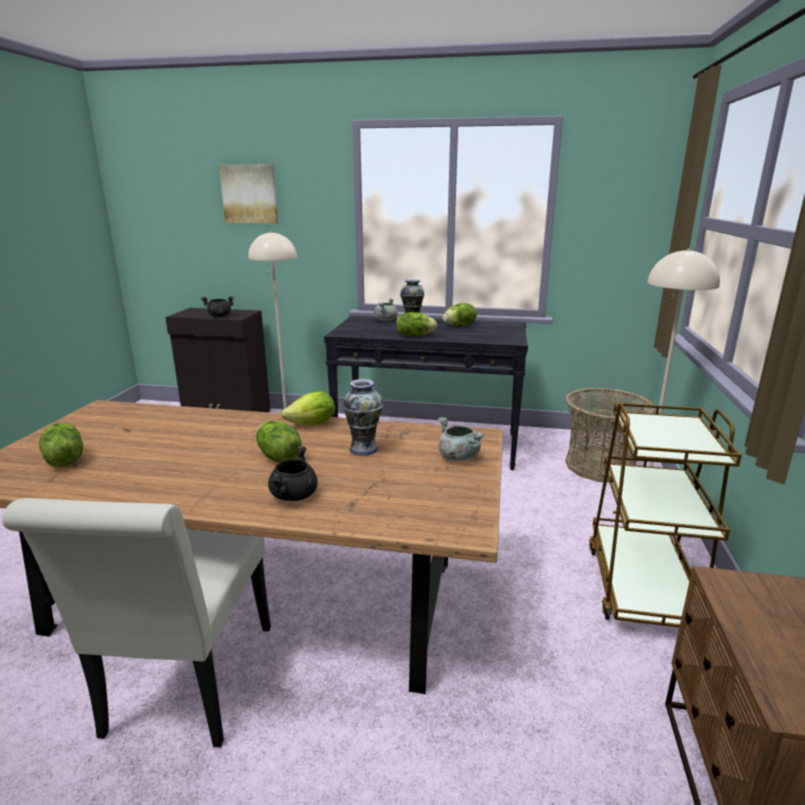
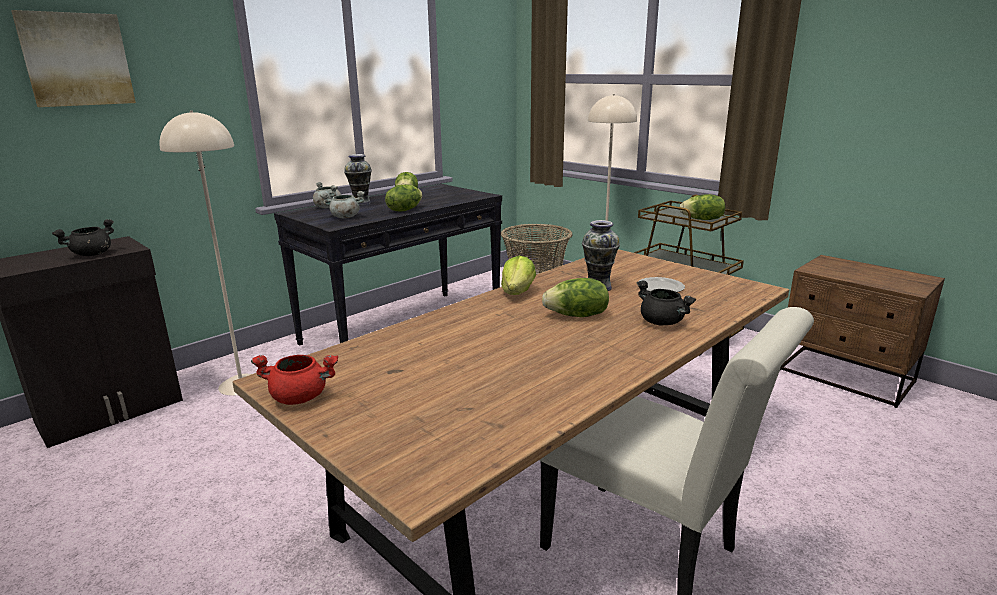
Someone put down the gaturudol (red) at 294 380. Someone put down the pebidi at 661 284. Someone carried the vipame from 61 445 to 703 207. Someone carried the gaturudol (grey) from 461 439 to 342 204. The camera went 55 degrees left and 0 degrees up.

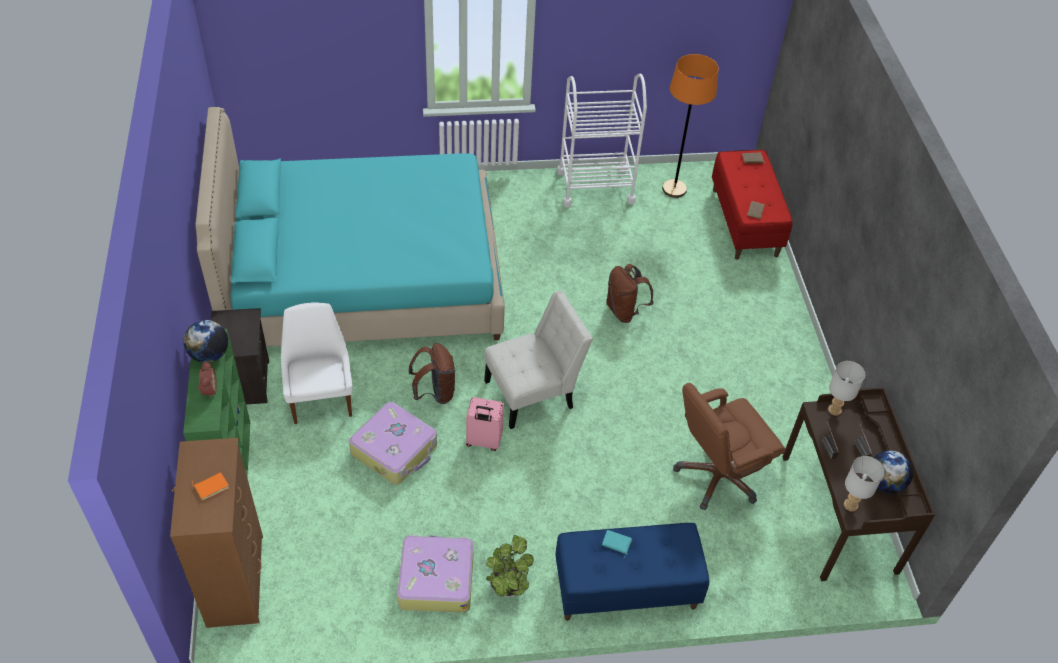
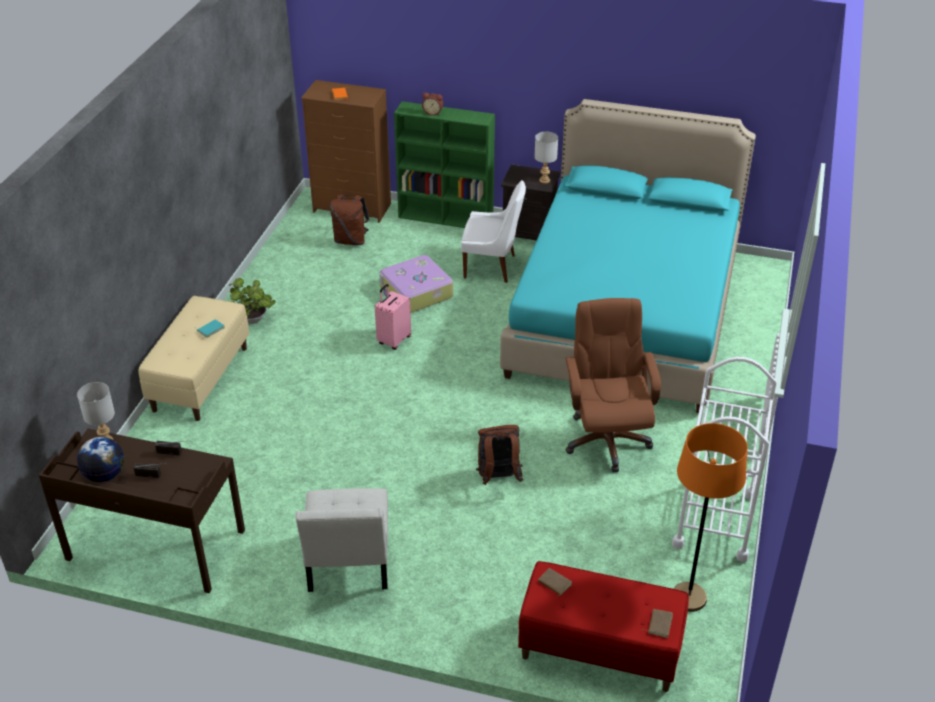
Someone took away the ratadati at 205 341. Someone took away the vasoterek at 435 574. Someone carried the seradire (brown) from 432 373 to 349 219. Someone carried the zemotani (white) from 538 359 to 341 540. Someone carried the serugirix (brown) from 729 446 to 613 385. Someone carried the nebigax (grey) from 846 388 to 546 158. Someone repainted the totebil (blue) at 632 572, which became the totebil (beige) at 194 358. The camera went 115 degrees right and 10 degrees down.

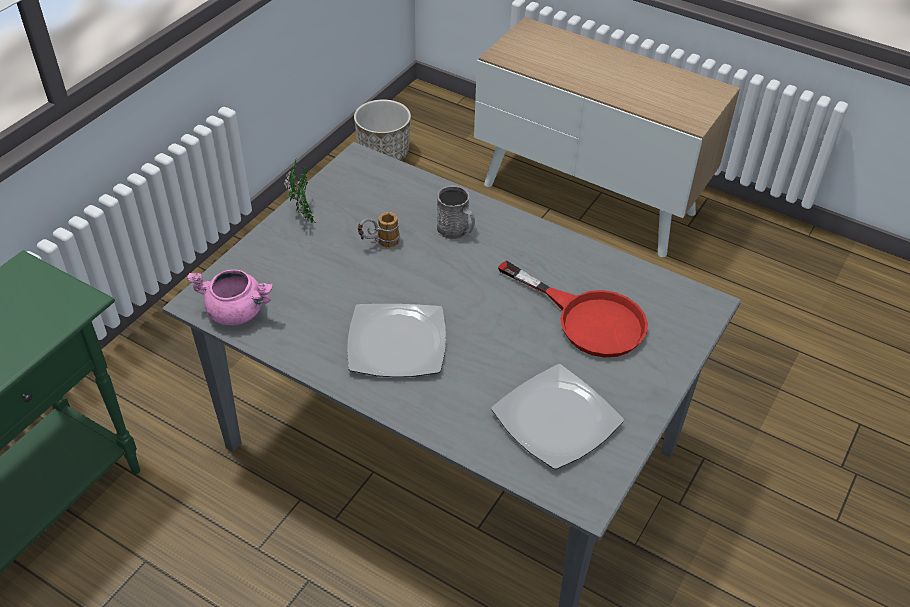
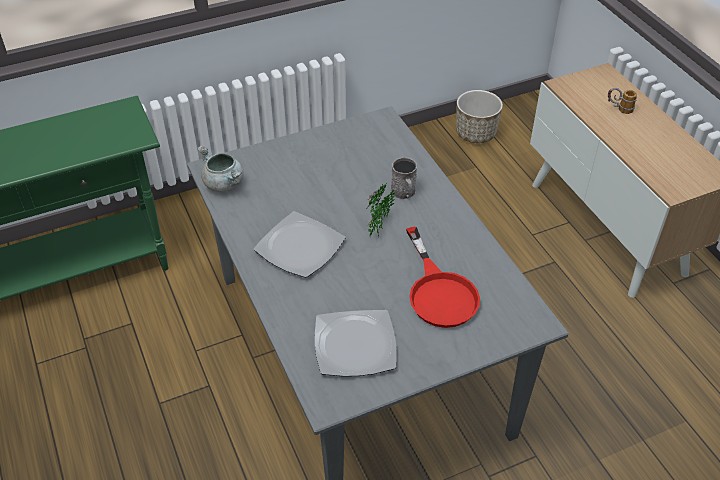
Someone carried the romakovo from 300 192 to 380 211. Someone carried the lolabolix from 379 230 to 622 101. Someone repainted the gaturudol (pink) at 230 297, which became the gaturudol (grey) at 220 169. The camera went 35 degrees right and 0 degrees up.

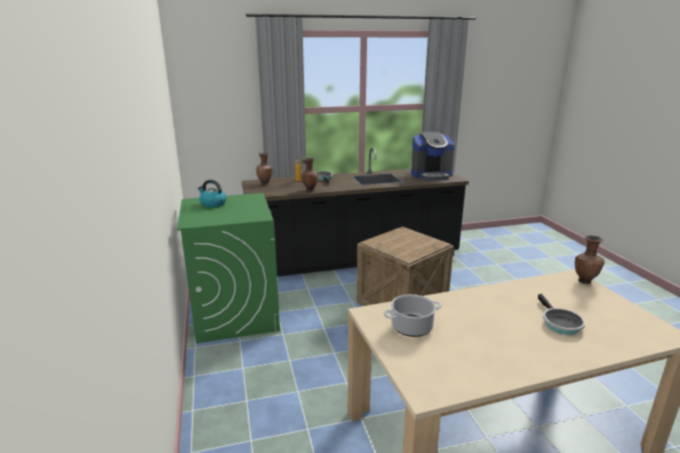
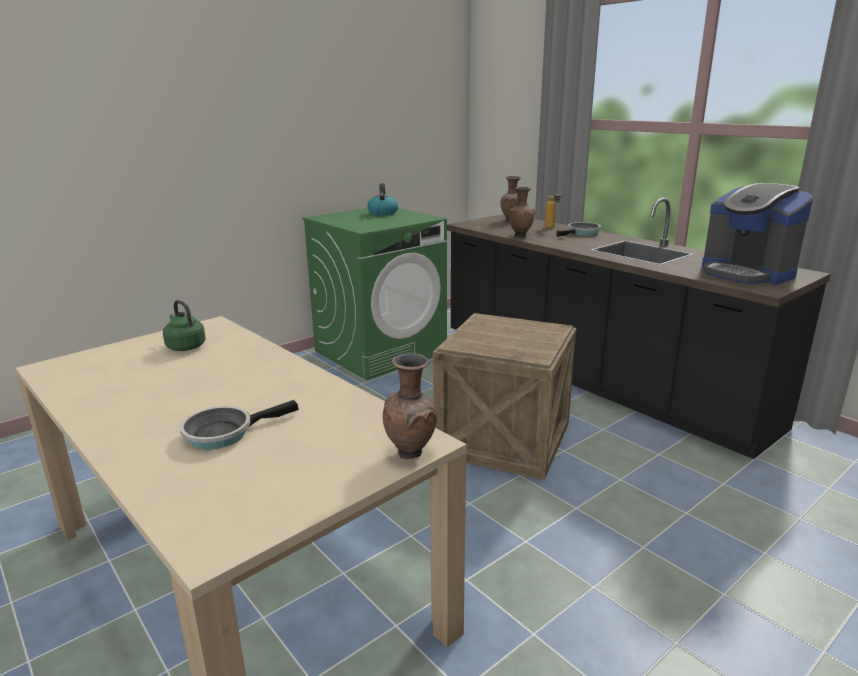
Someone swapped the gaturudol at 413 315 for the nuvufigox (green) at 184 325. The camera went 65 degrees right and 0 degrees up.

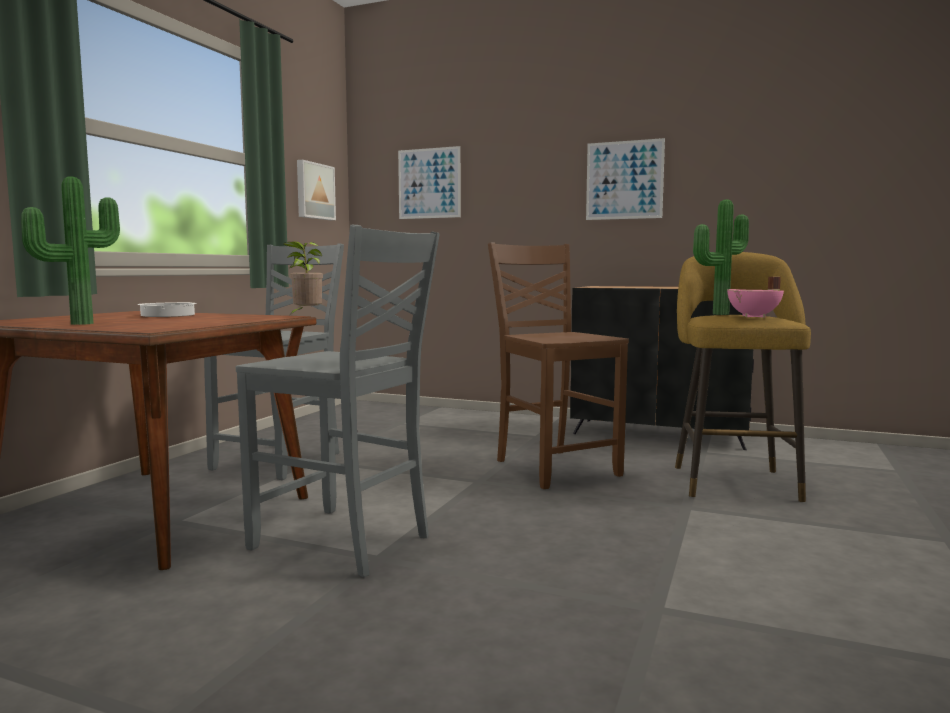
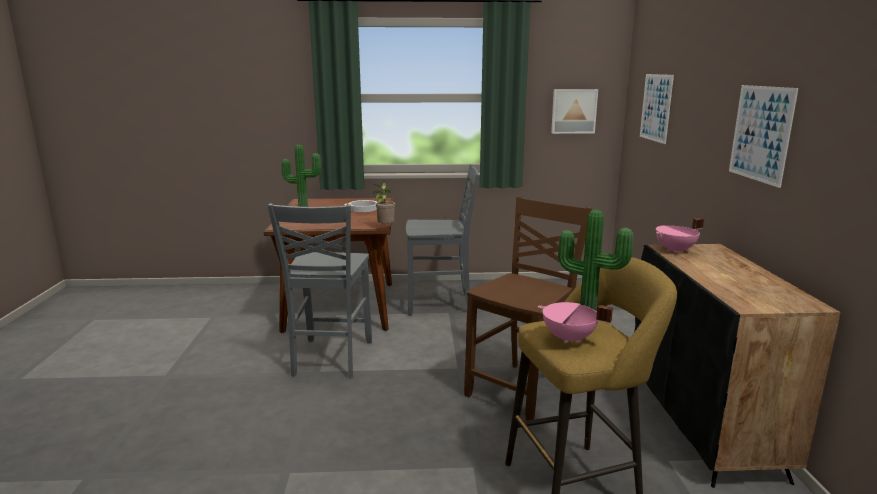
Someone put down the gaturudol (pink) at 680 235. The camera went 65 degrees right and 10 degrees up.

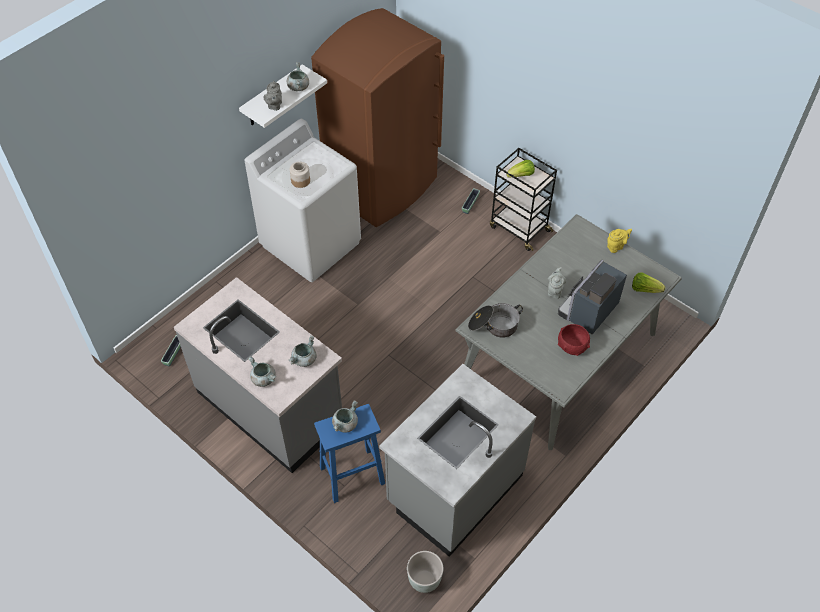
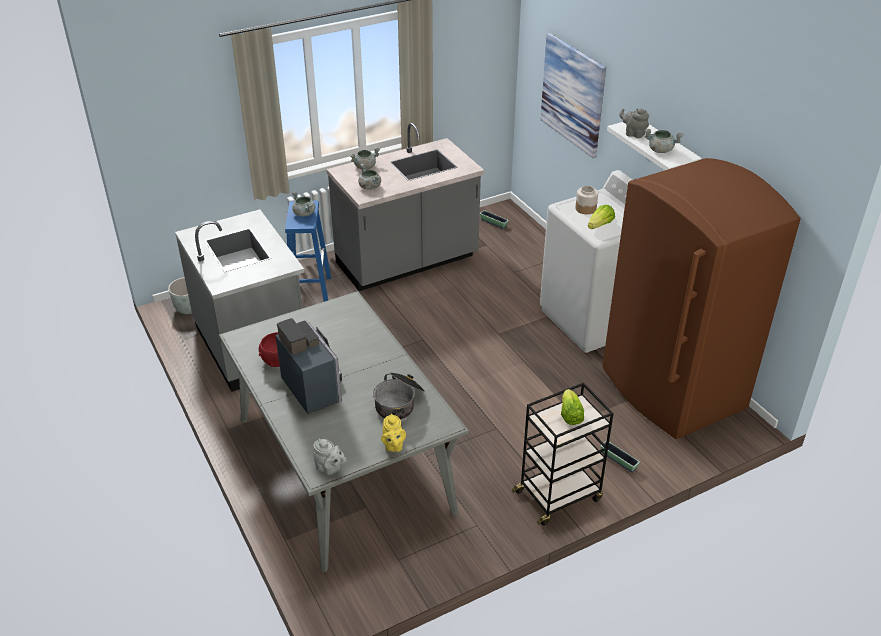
Someone put up the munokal at 573 95. Someone carried the gaturudol from 495 320 to 399 396. Someone carried the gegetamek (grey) from 557 283 to 330 457. Someone carried the vipame from 648 283 to 601 217. The camera went 110 degrees right and 15 degrees down.

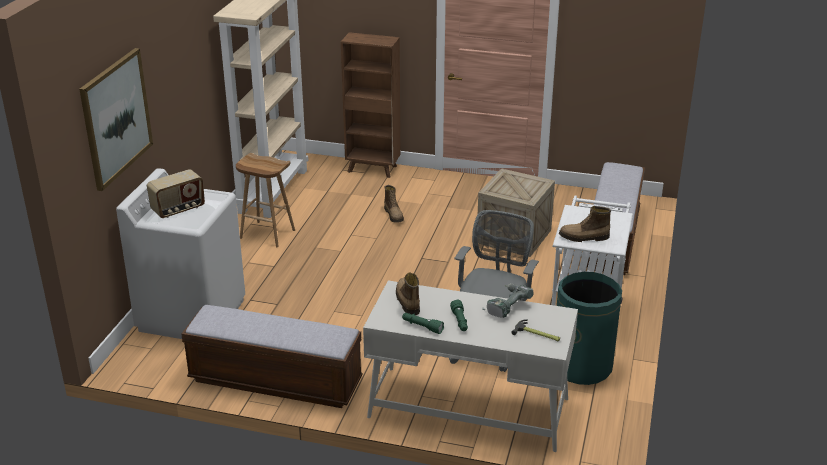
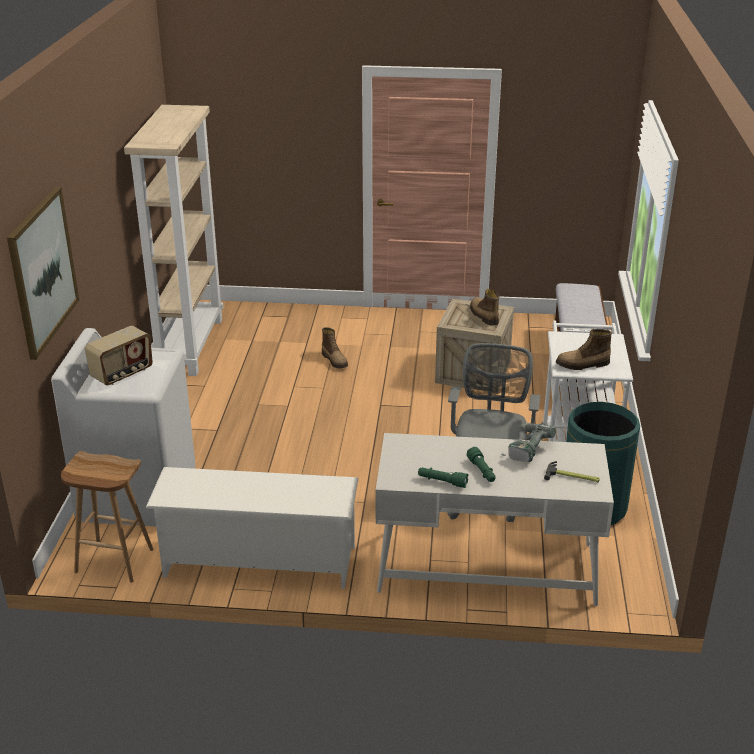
Someone took away the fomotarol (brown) at 370 105. Someone carried the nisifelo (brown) from 265 200 to 107 517. Someone carried the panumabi from 408 294 to 484 307. Someone swapped the totebil at 271 356 for the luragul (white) at 252 528. The camera went 10 degrees left and 0 degrees up.

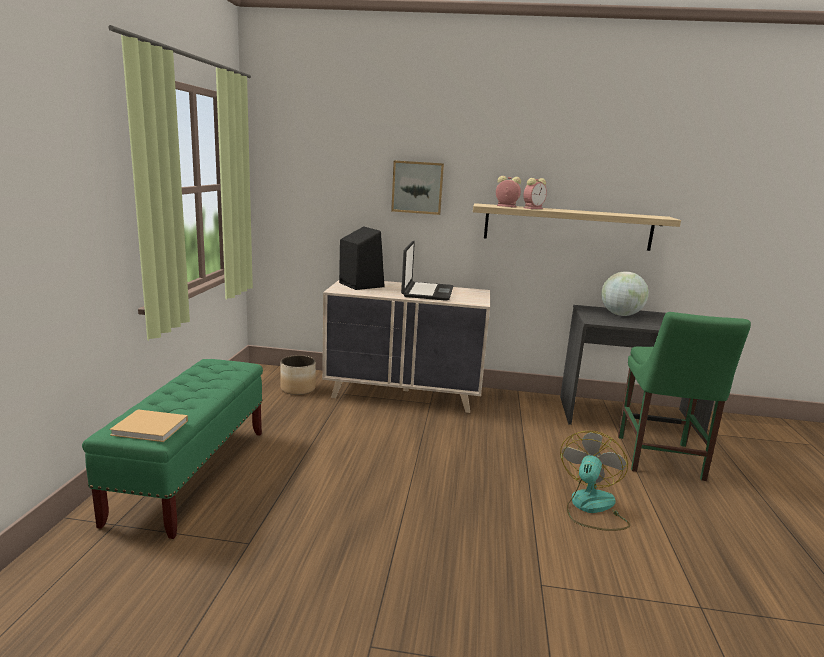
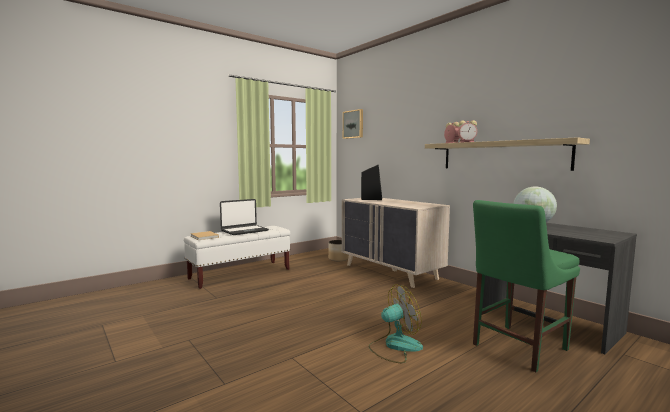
Someone carried the munokal from 417 187 to 353 124. Someone carried the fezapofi from 427 271 to 244 217. Someone repainted the totebil (green) at 172 449, which became the totebil (white) at 237 257. The camera went 45 degrees right and 10 degrees down.

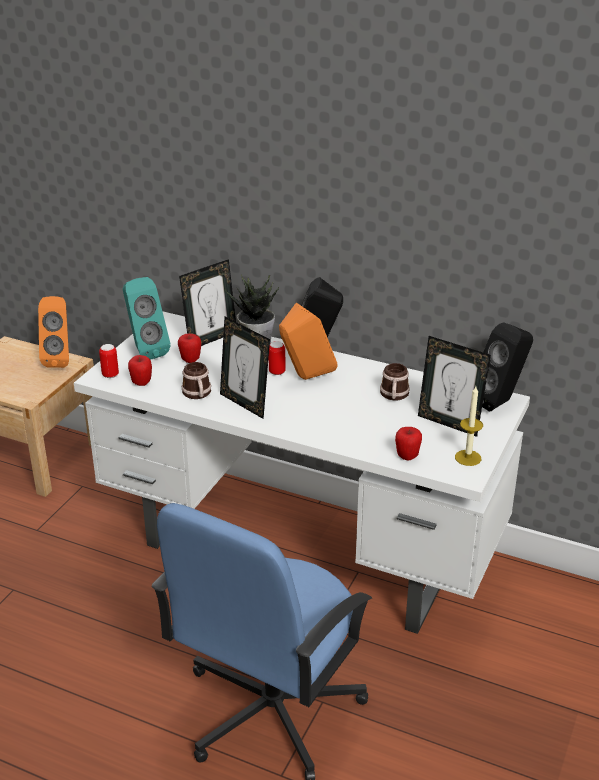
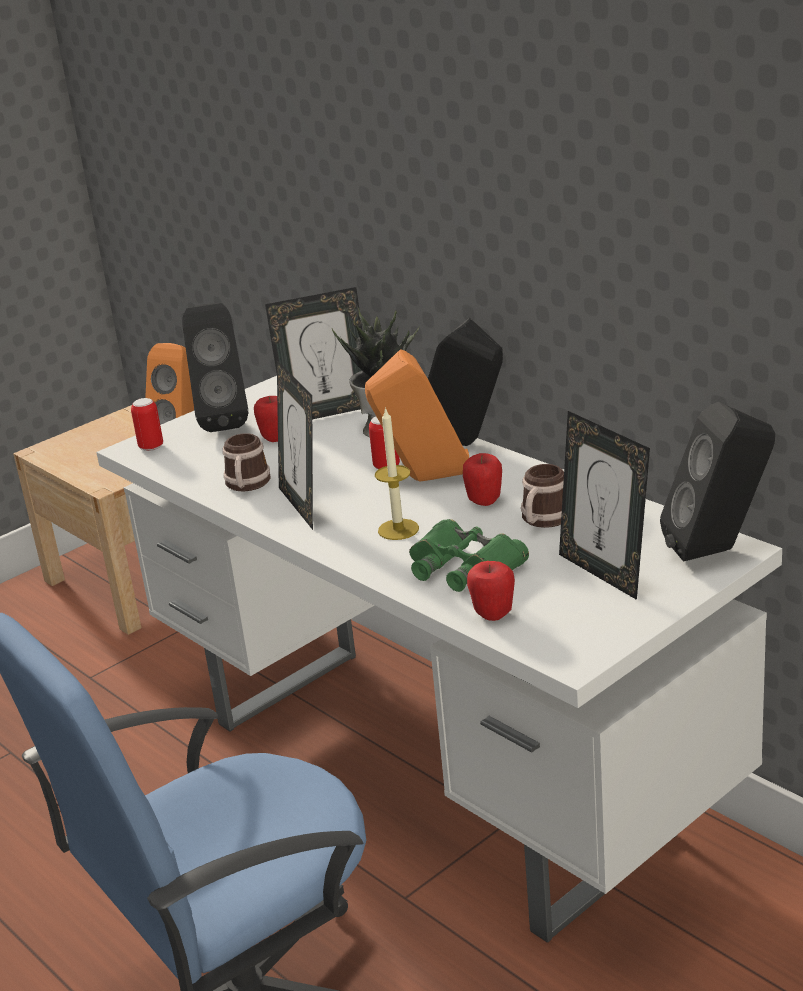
Someone put down the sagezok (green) at 469 555. Someone carried the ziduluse from 140 370 to 482 479. Someone carried the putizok from 469 426 to 397 473. Someone repainted the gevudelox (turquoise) at 146 318, which became the gevudelox (black) at 215 367. The camera went 25 degrees right and 5 degrees down.

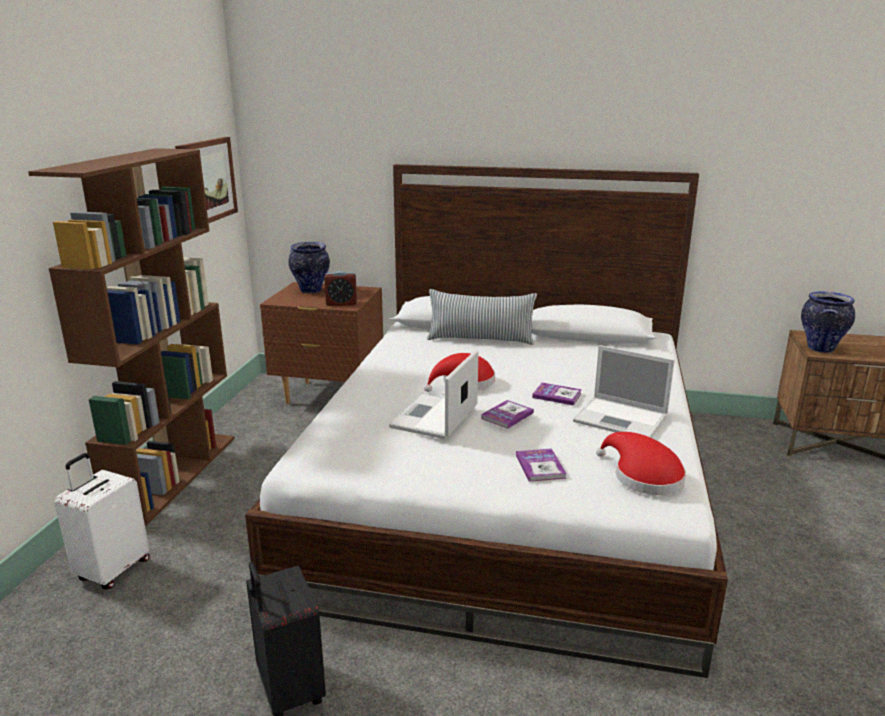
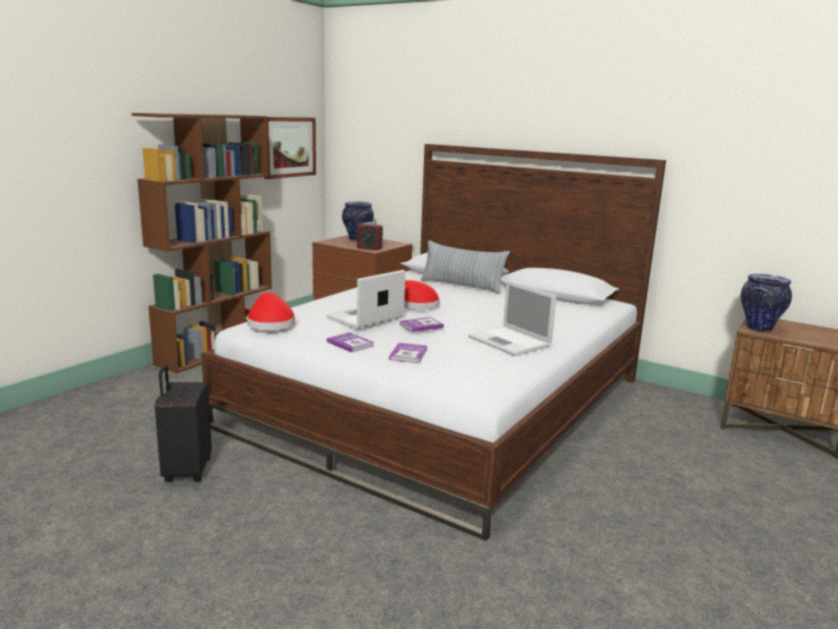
Someone took away the vasoterek (white) at 102 521. Someone carried the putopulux from 557 394 to 350 342. Someone carried the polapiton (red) from 641 463 to 271 311. The camera went 20 degrees right and 5 degrees down.

